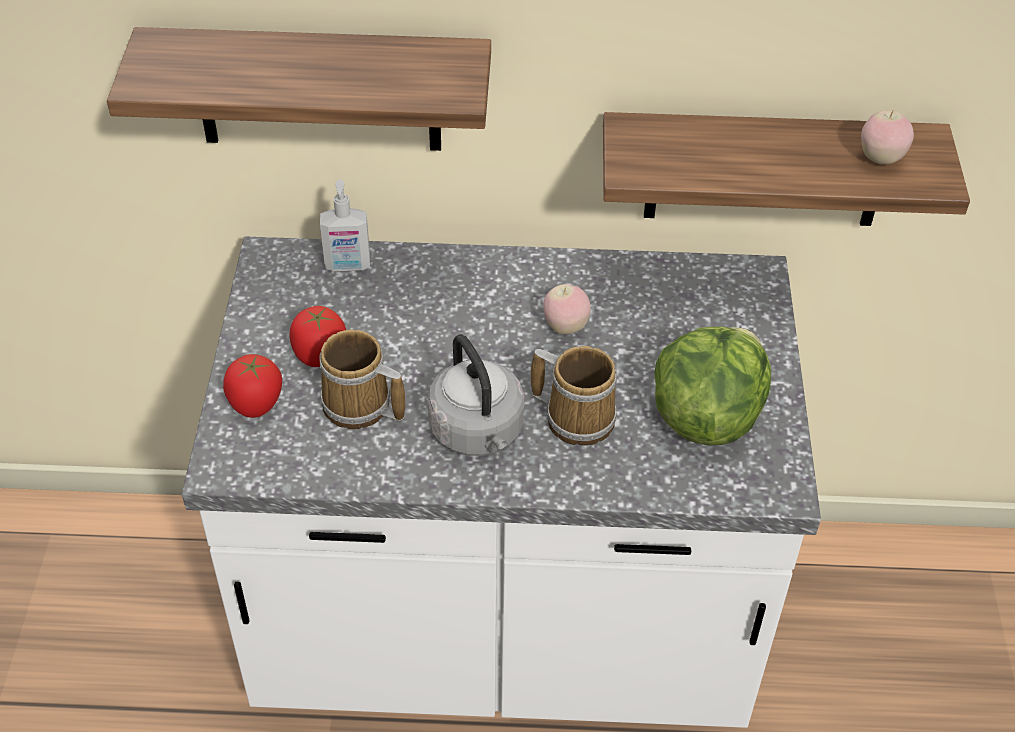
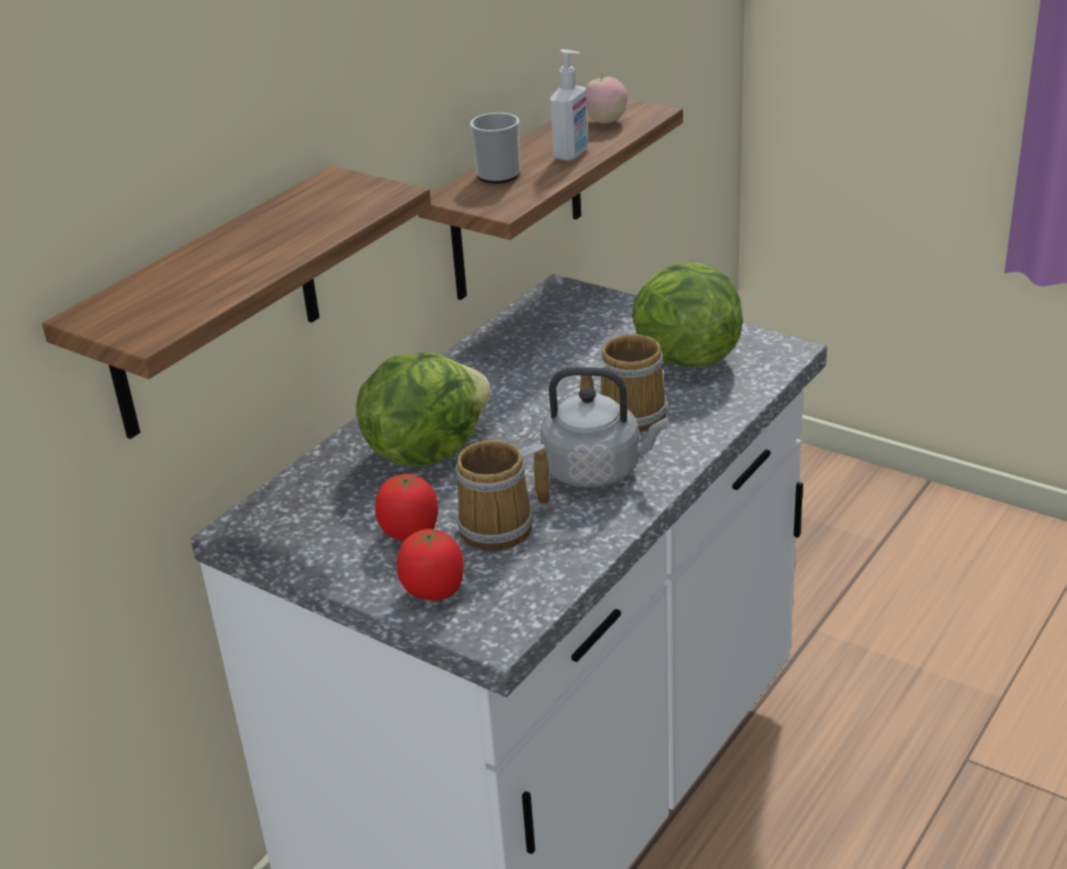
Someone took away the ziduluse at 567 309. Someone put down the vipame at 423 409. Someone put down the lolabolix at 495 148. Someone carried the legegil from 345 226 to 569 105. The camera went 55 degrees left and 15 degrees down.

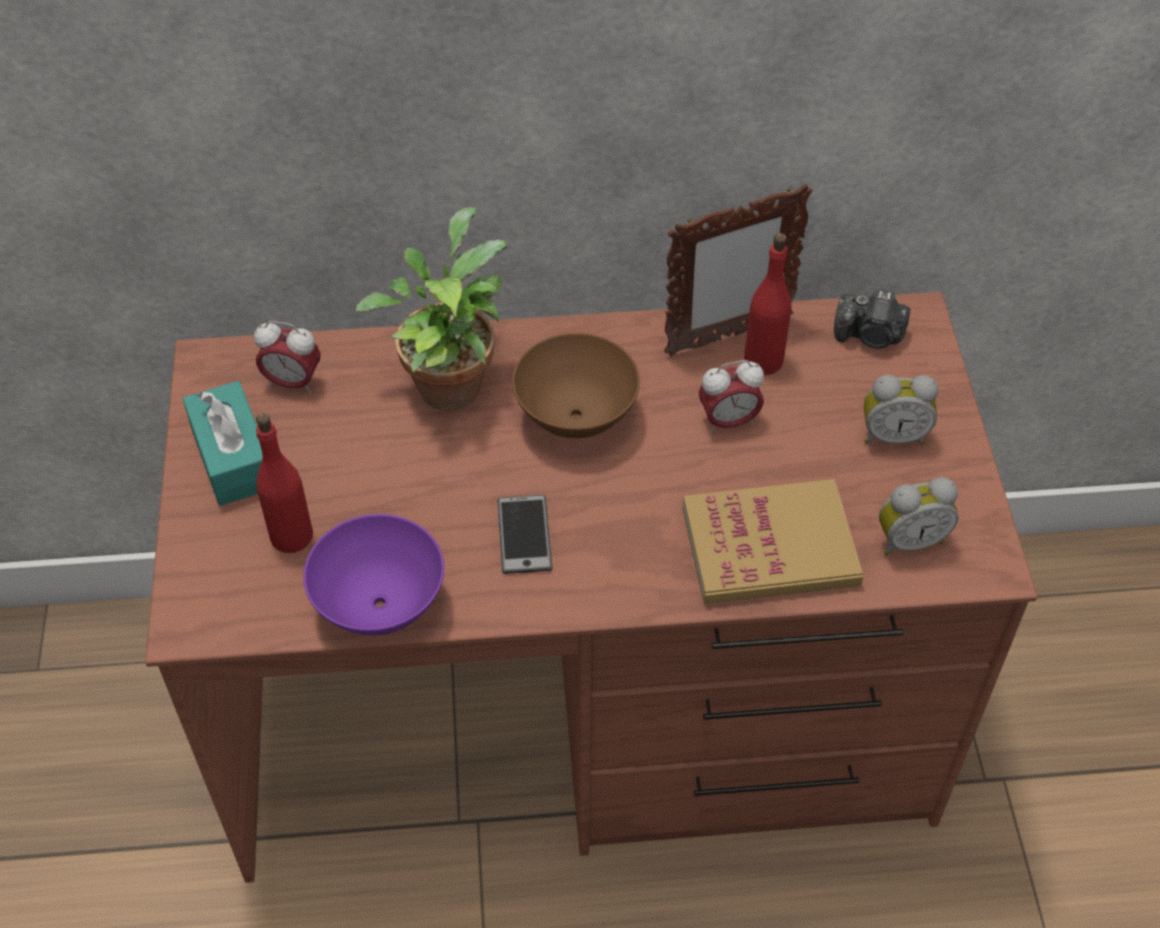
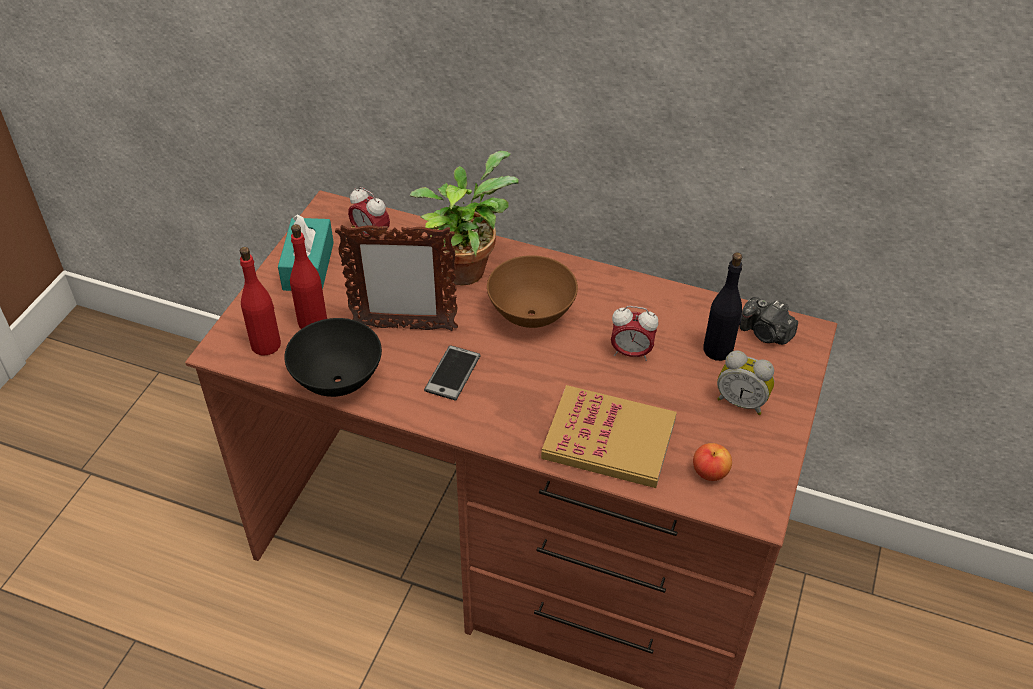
Someone put down the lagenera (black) at 722 307. Someone carried the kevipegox from 738 270 to 396 277. Someone carried the lagenera (red) from 767 304 to 260 301. Someone swapped the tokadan at 919 516 for the ziduluse at 712 462. Someone repainted the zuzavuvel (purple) at 373 575, which became the zuzavuvel (black) at 333 357. The camera went 25 degrees right and 5 degrees down.

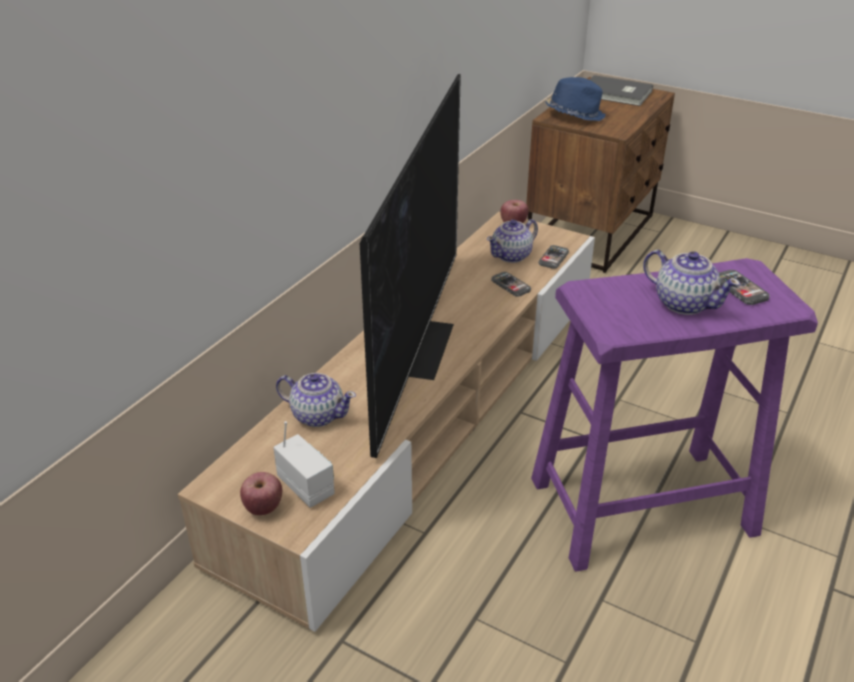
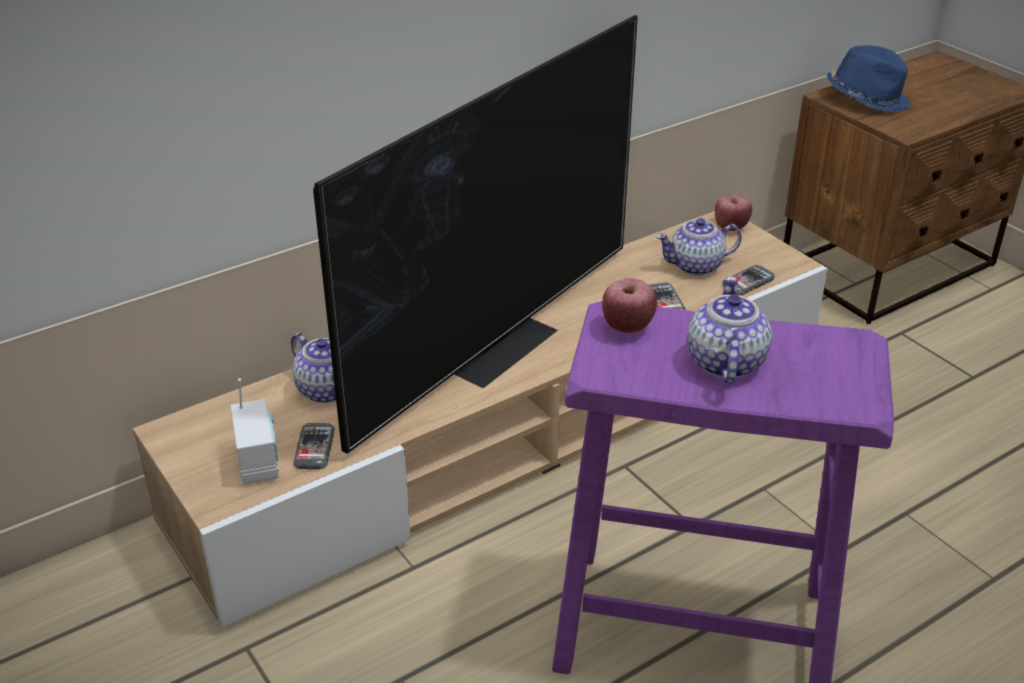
Someone took away the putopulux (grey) at 621 90. Someone carried the ziduluse from 261 493 to 629 305. Someone carried the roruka from 744 287 to 314 446. Someone rotated the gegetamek at 691 282 by 150 degrees counterclockwise. The camera went 25 degrees right and 0 degrees up.

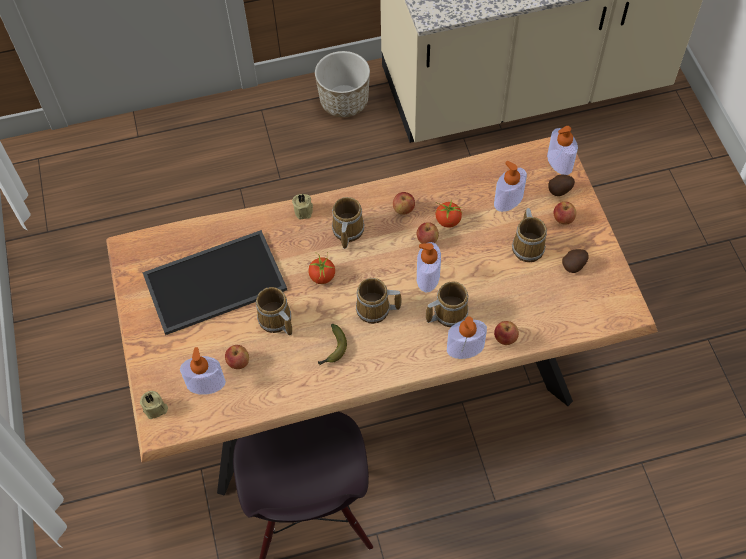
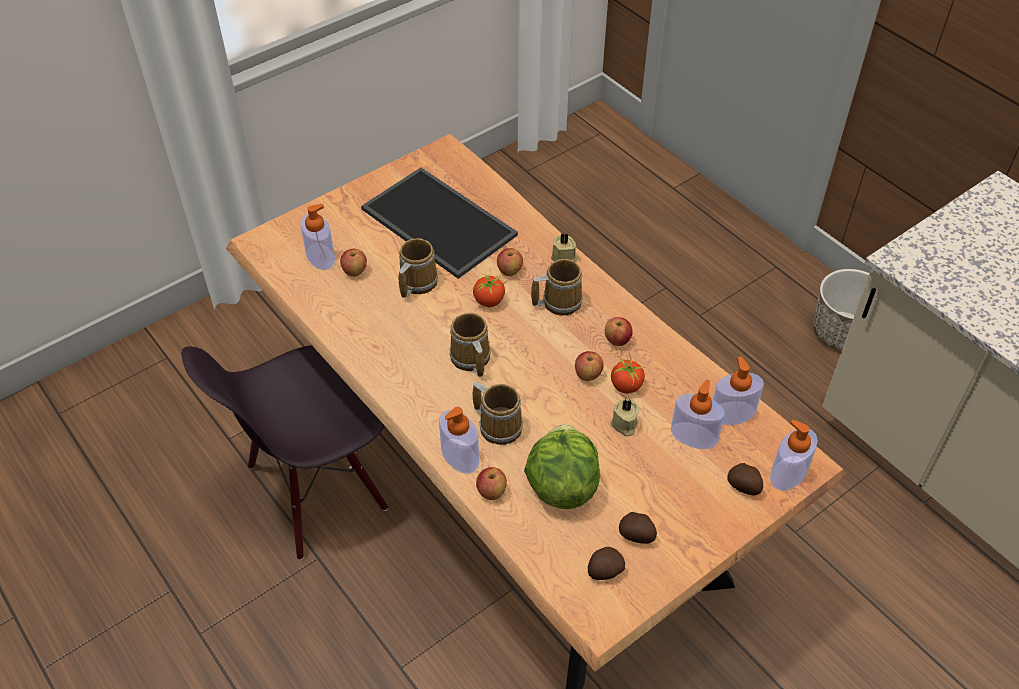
Someone took away the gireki at 332 344. Someone took away the lolabolix at 529 235. Someone put down the vipame at 562 466. Someone put down the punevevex at 606 563. Someone carried the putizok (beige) from 154 405 to 625 417. Someone carried the legegil from 429 267 to 738 391. Someone carried the ziduluse from 564 213 to 510 262. The camera went 65 degrees right and 10 degrees down.

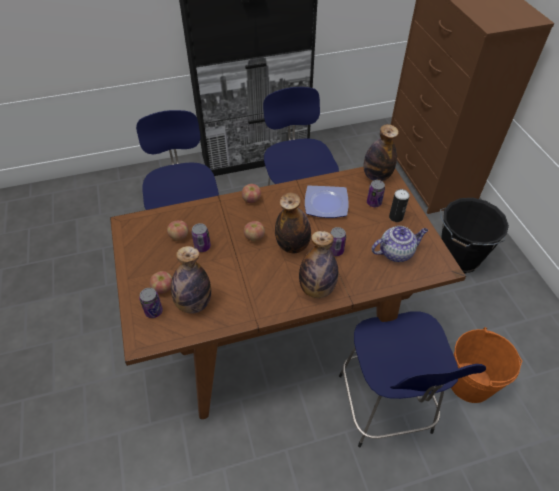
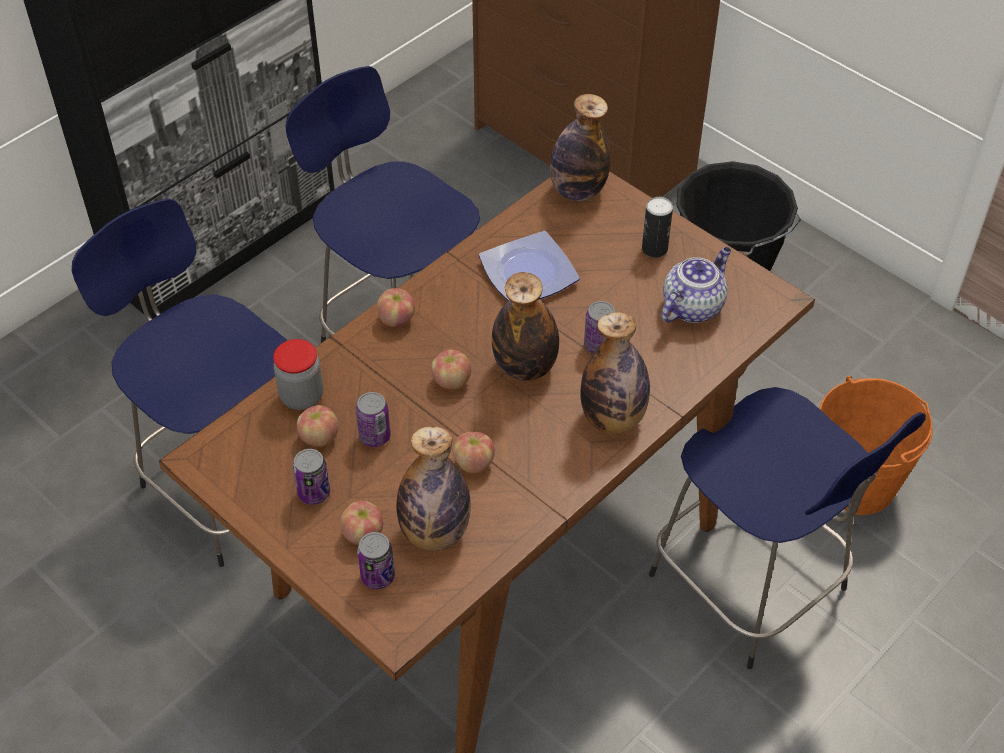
Someone put down the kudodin at 298 374. Someone put down the ziduluse at 474 453. Someone carried the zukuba from 376 193 to 311 477. The camera went 30 degrees left and 0 degrees up.

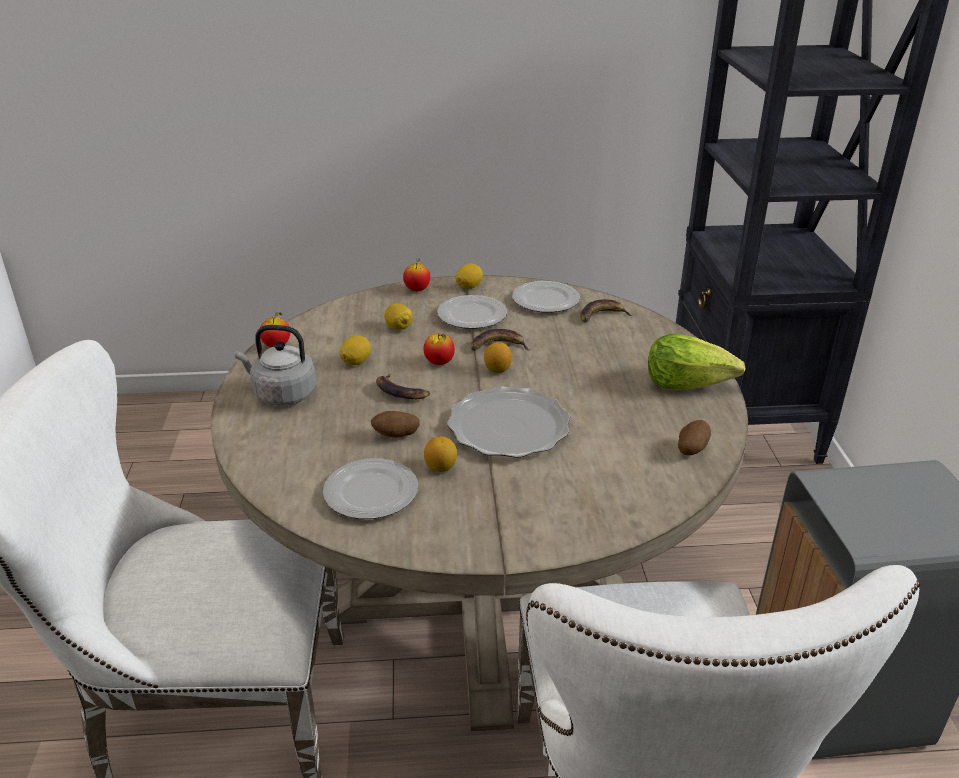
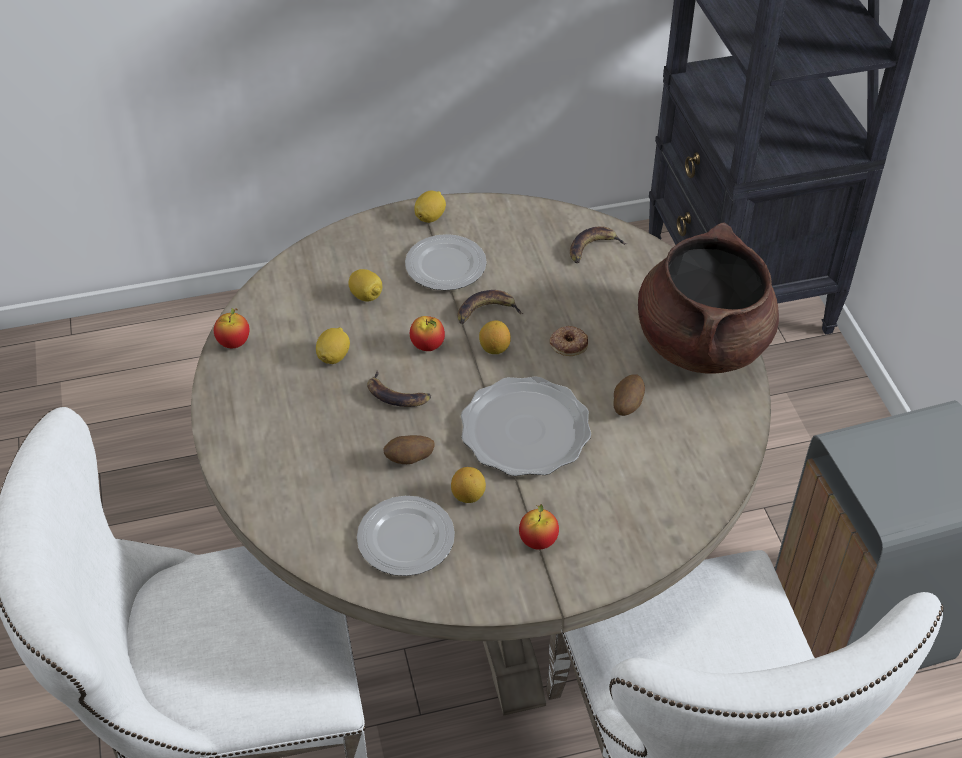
Someone took away the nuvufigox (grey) at 275 365. Someone took away the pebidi at 546 297. Someone put down the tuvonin at 569 341. Someone carried the ziduluse from 416 274 to 539 527. Someone carried the punevevex from 694 437 to 629 395. Someone swapped the vipame at 697 361 for the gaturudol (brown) at 708 298. The camera went 10 degrees left and 15 degrees up.

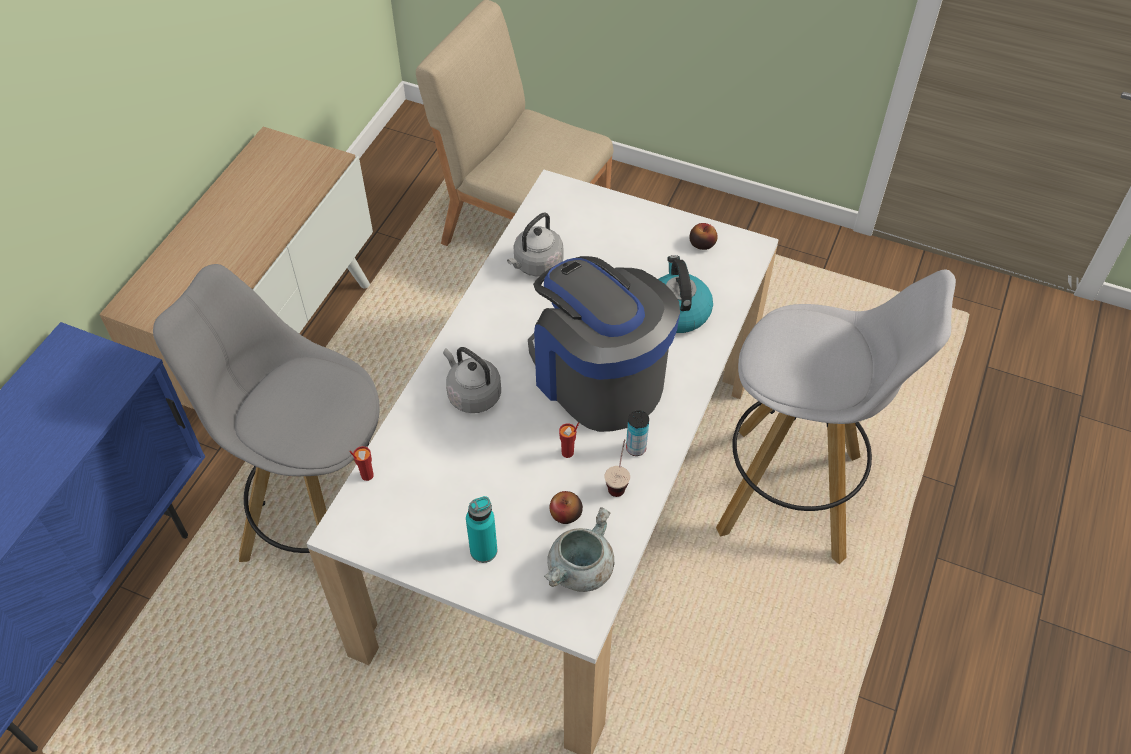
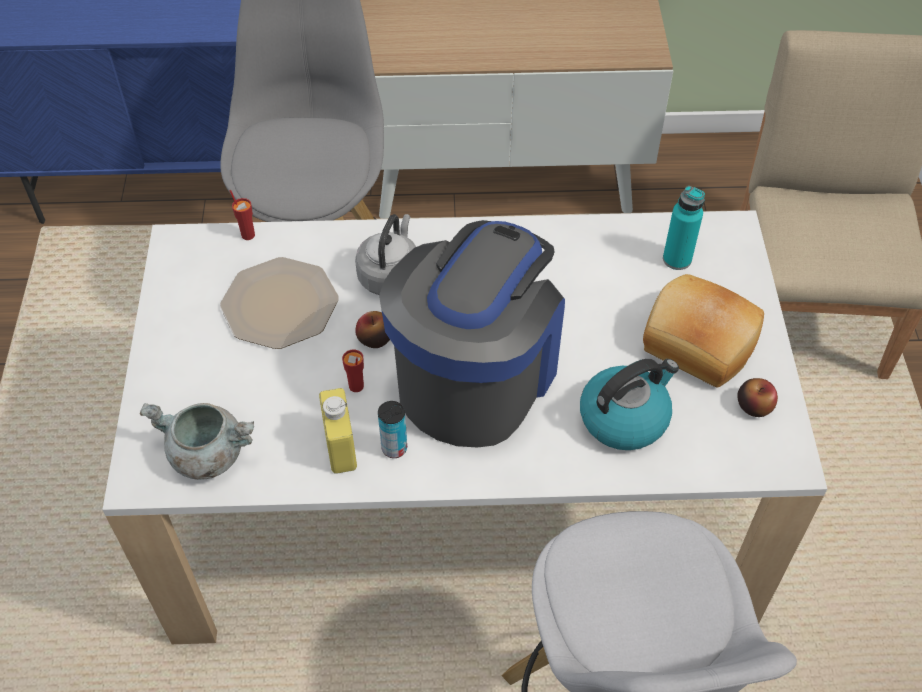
Someone took away the nuvufigox (grey) at 535 245. Someone put down the pebidi at 279 303. Someone put down the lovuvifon at 703 331. Someone carried the lagenera (turquoise) from 481 529 to 684 228. Someone carried the ziduluse from 566 507 to 372 329. Someone swapped the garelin at 617 468 for the lagenera (yellow) at 338 431. The camera went 65 degrees right and 0 degrees up.

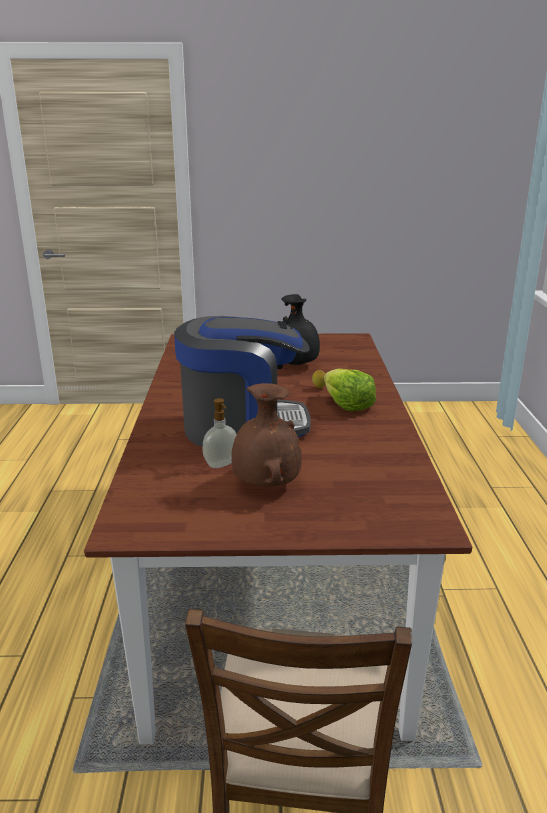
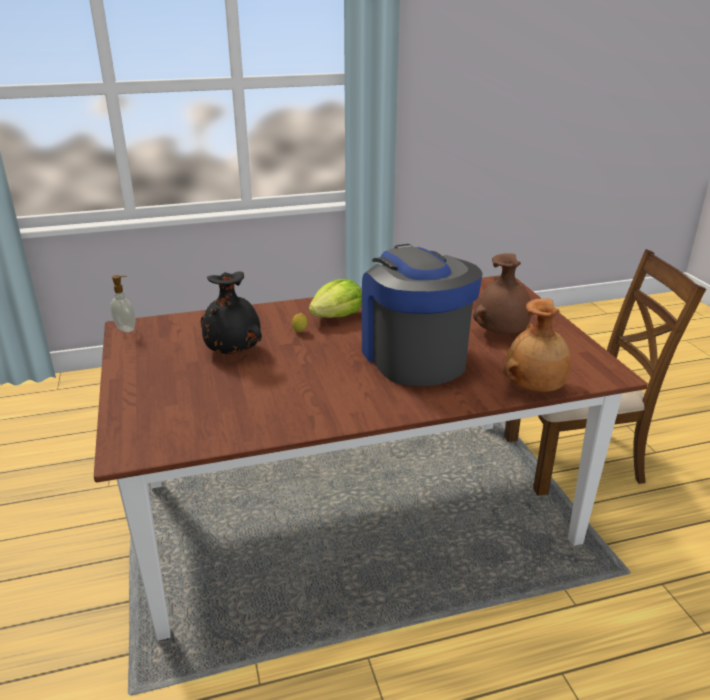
Someone put down the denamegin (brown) at 537 345. Someone carried the legegil from 219 433 to 123 303. The camera went 105 degrees left and 5 degrees up.

